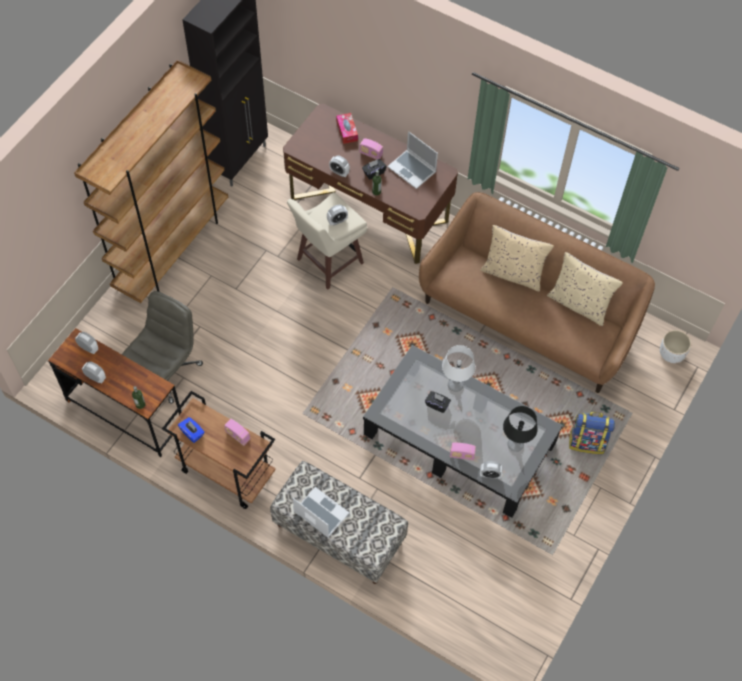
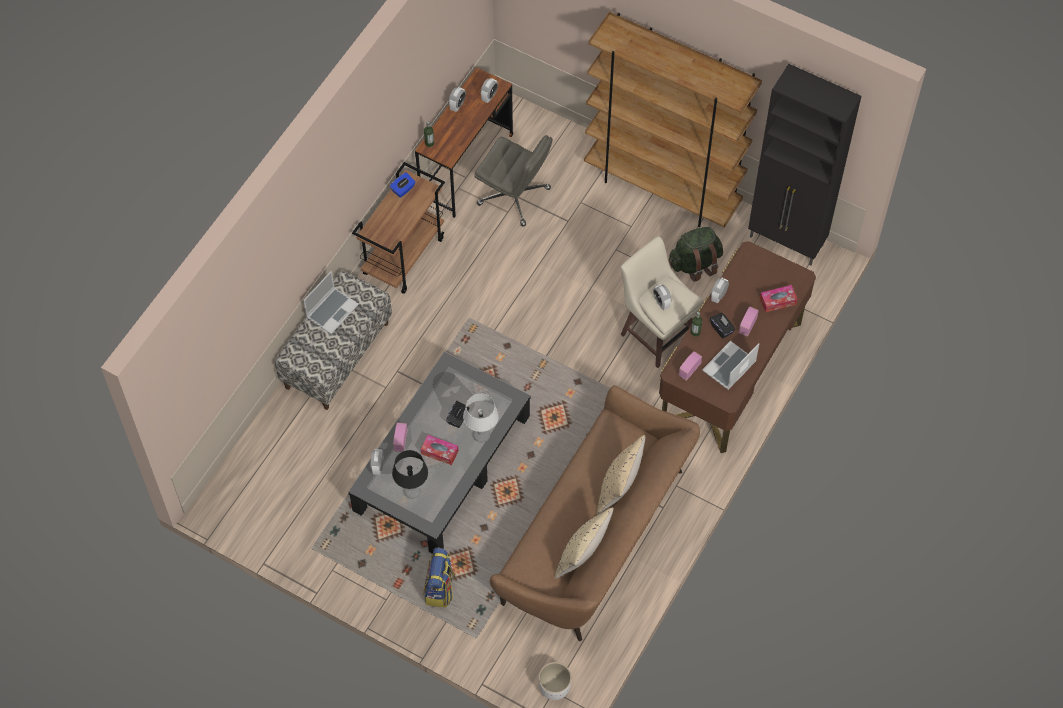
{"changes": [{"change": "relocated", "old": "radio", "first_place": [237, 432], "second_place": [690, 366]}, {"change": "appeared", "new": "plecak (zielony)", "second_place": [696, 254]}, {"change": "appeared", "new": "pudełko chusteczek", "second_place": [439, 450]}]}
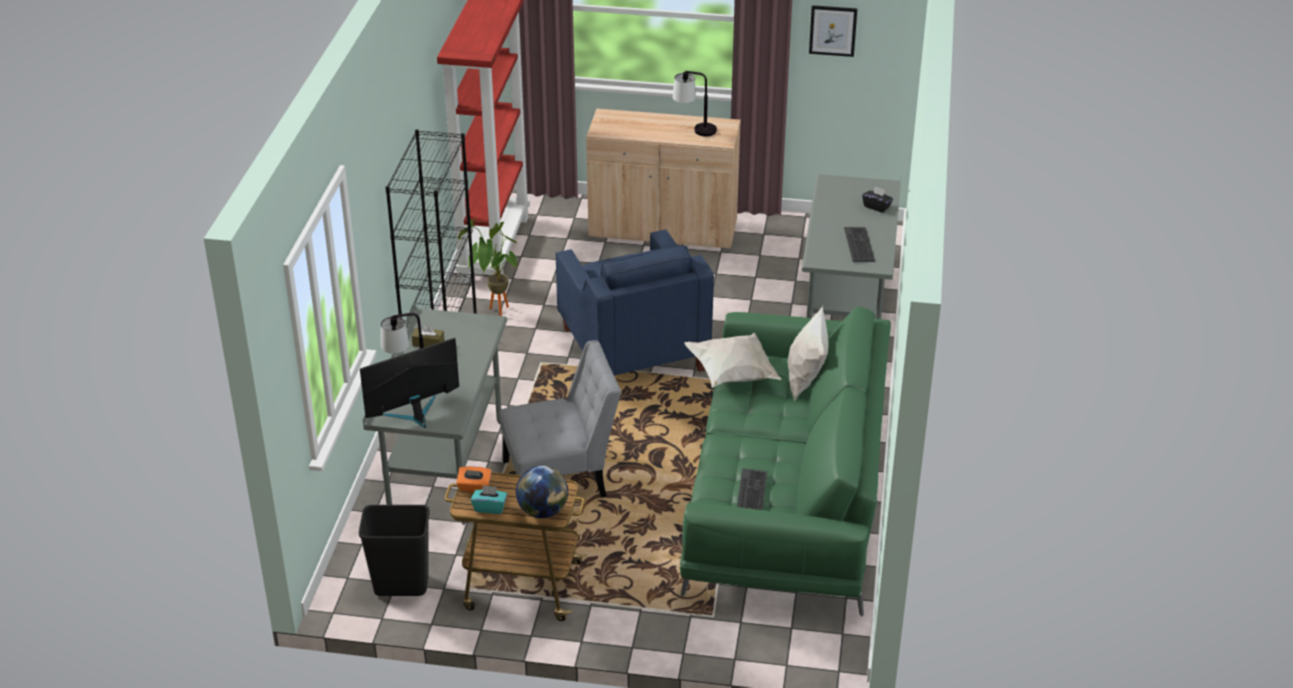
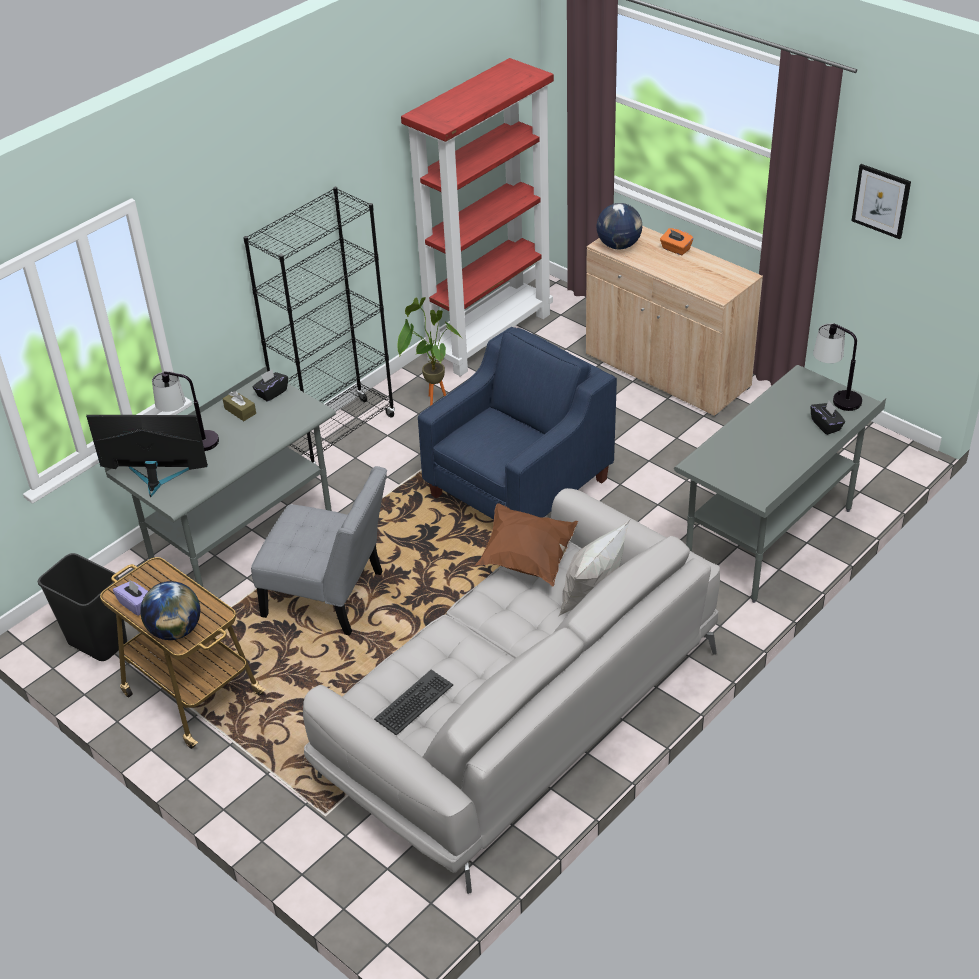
{"changes": [{"change": "relocated", "old": "lampa stołowa", "first_place": [695, 104], "second_place": [837, 367]}, {"change": "missing", "old": "klawiatura", "first_place": [859, 244]}, {"change": "spun", "old": "fotel (niebieski)", "first_place": [635, 302], "second_place": [517, 423], "degrees": -150}, {"change": "colour", "old": "kanapa (zielony)", "new": "kanapa (szary)", "first_place": [785, 462], "second_place": [511, 691]}, {"change": "colour", "old": "poduszka (biały)", "new": "poduszka (brązowy)", "first_place": [733, 360], "second_place": [526, 544]}, {"change": "relocated", "old": "pudełko chusteczek (pomarańczowy)", "first_place": [474, 479], "second_place": [676, 241]}, {"change": "colour", "old": "pudełko chusteczek (turkusowy)", "new": "pudełko chusteczek (fioletowy)", "first_place": [489, 499], "second_place": [130, 598]}, {"change": "appeared", "new": "globus", "second_place": [619, 226]}, {"change": "appeared", "new": "pudełko chusteczek (czarny)", "second_place": [270, 385]}]}
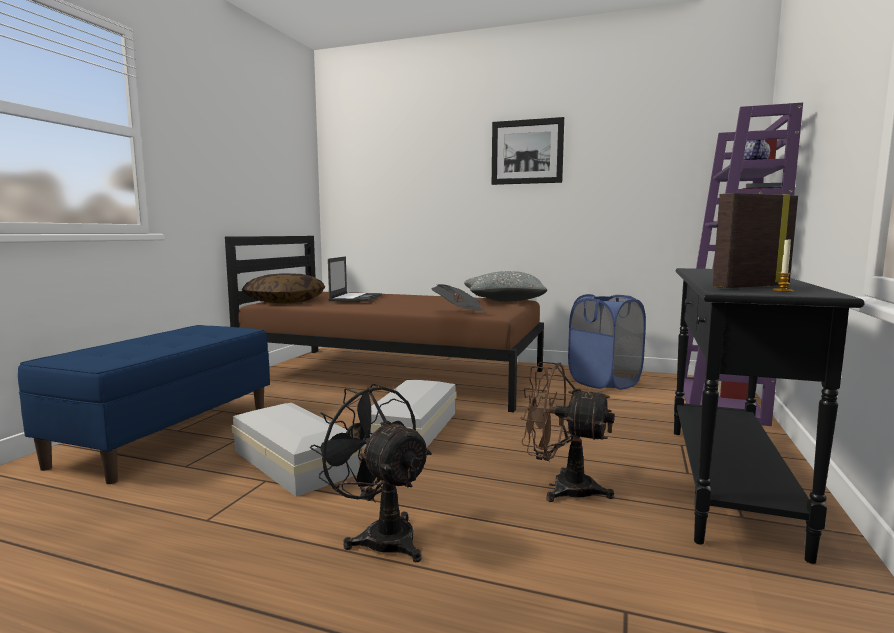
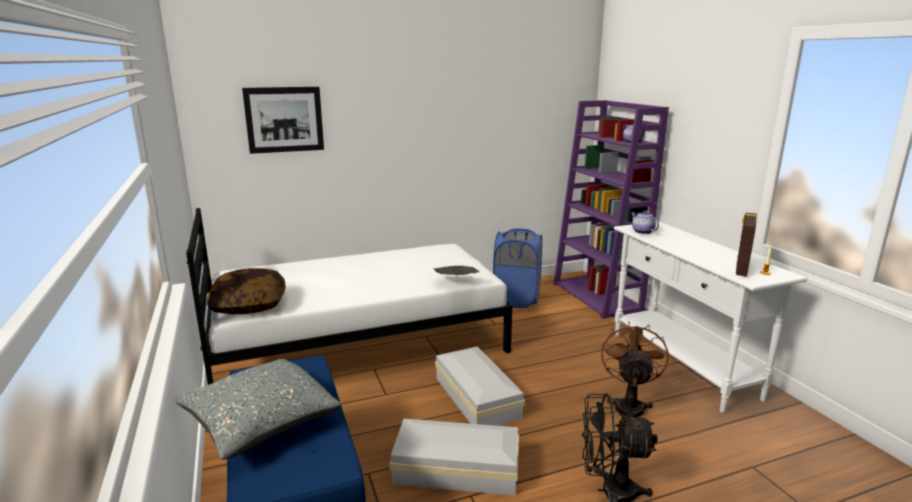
{"changes": [{"change": "relocated", "old": "obraz", "first_place": [528, 151], "second_place": [283, 120]}, {"change": "colour", "old": "łóżko (brązowy)", "new": "łóżko (biały)", "first_place": [384, 324], "second_place": [349, 296]}, {"change": "missing", "old": "laptop", "first_place": [355, 279]}, {"change": "colour", "old": "stolik konsolowy (czarny)", "new": "stolik konsolowy (biały)", "first_place": [769, 416], "second_place": [711, 317]}, {"change": "relocated", "old": "poduszka (szary)", "first_place": [505, 286], "second_place": [258, 409]}, {"change": "spun", "old": "wentylator (brązowy)", "first_place": [567, 432], "second_place": [635, 370], "degrees": 120}, {"change": "appeared", "new": "imbryk", "second_place": [645, 222]}]}
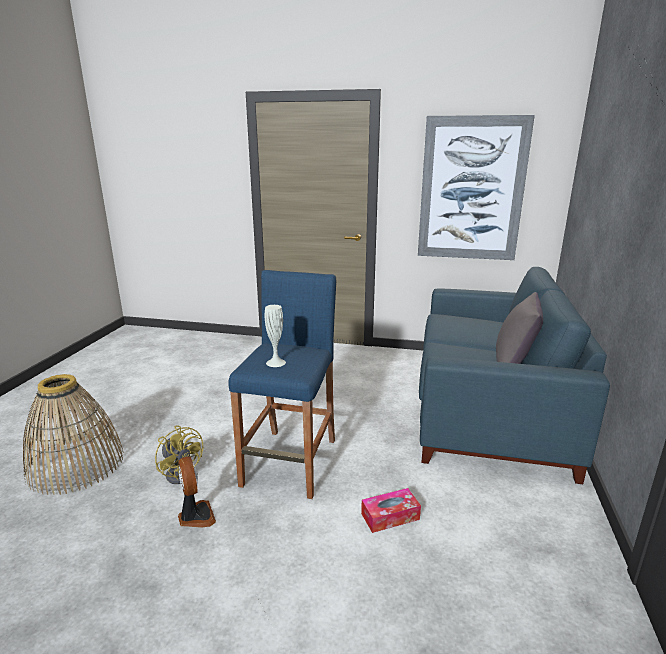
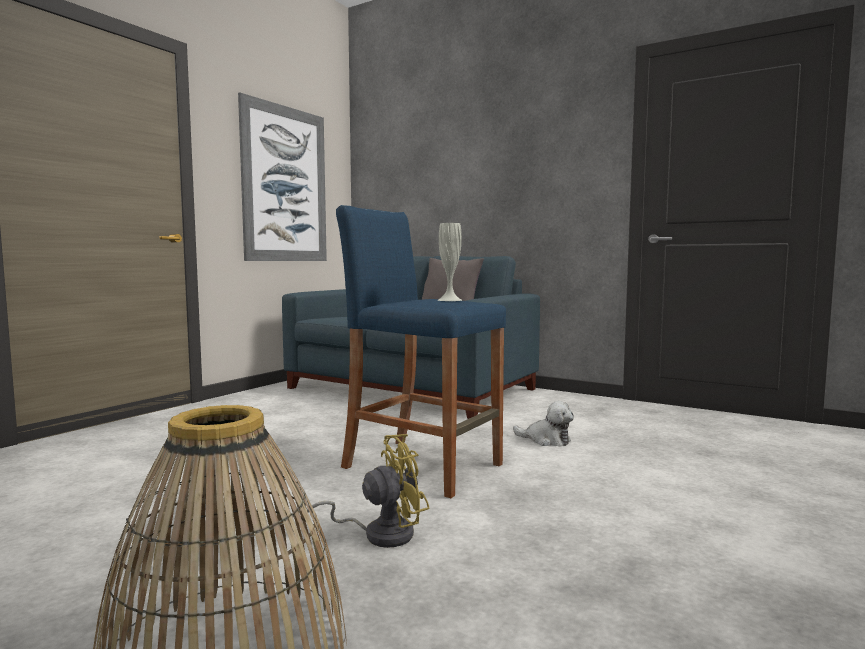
{"changes": [{"change": "missing", "old": "wentylator", "first_place": [197, 491]}, {"change": "exchanged", "old": "pudełko chusteczek", "new": "pluszak", "first_place": [391, 510], "second_place": [543, 424]}]}
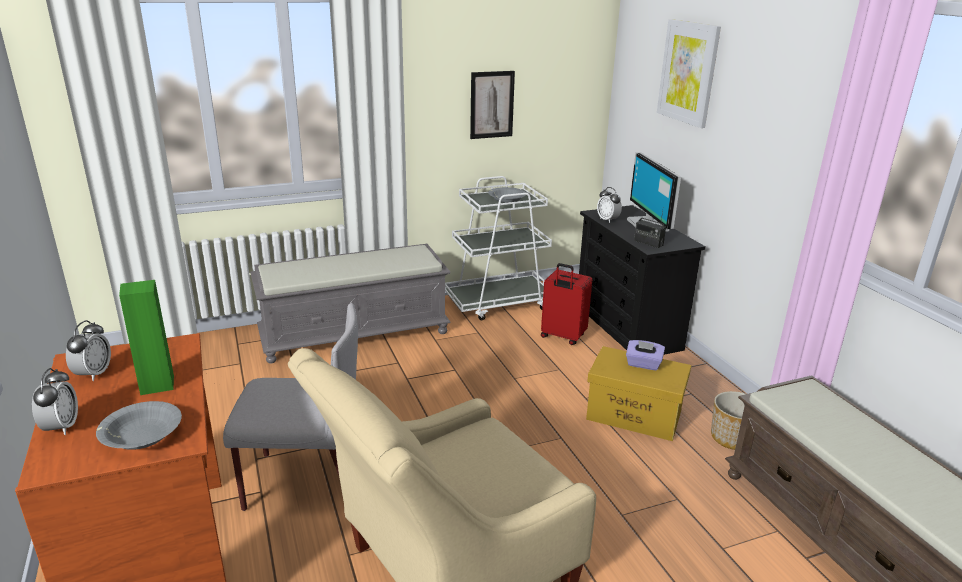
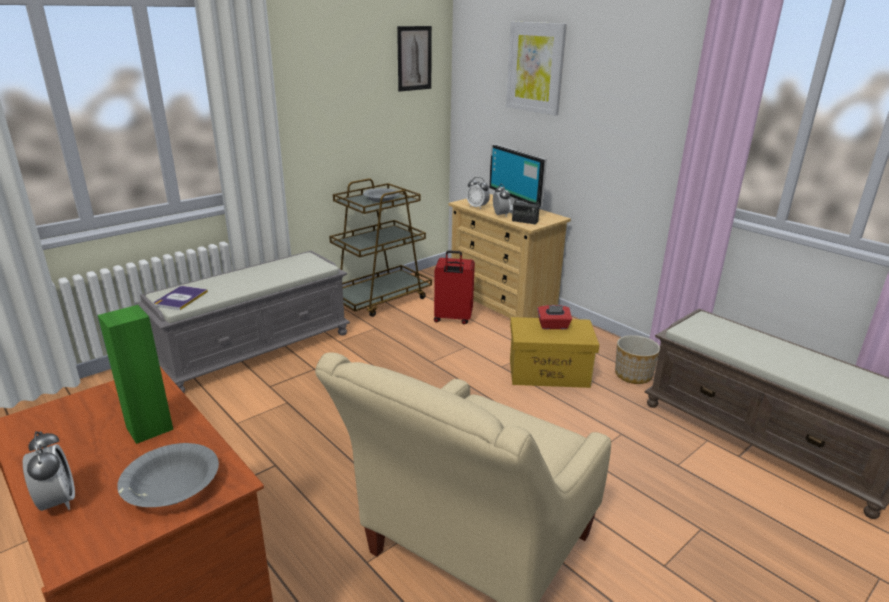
{"changes": [{"change": "relocated", "old": "obraz", "first_place": [492, 105], "second_place": [414, 59]}, {"change": "colour", "old": "wózek (biały)", "new": "wózek (brązowy)", "first_place": [498, 248], "second_place": [380, 248]}, {"change": "colour", "old": "komoda (czarny)", "new": "komoda (beżowy)", "first_place": [642, 280], "second_place": [509, 256]}, {"change": "missing", "old": "krzesło (szary)", "first_place": [290, 407]}, {"change": "relocated", "old": "budzik", "first_place": [88, 350], "second_place": [501, 200]}, {"change": "colour", "old": "pudełko chusteczek (fioletowy)", "new": "pudełko chusteczek (czerwony)", "first_place": [645, 355], "second_place": [555, 317]}, {"change": "appeared", "new": "książka", "second_place": [181, 298]}]}
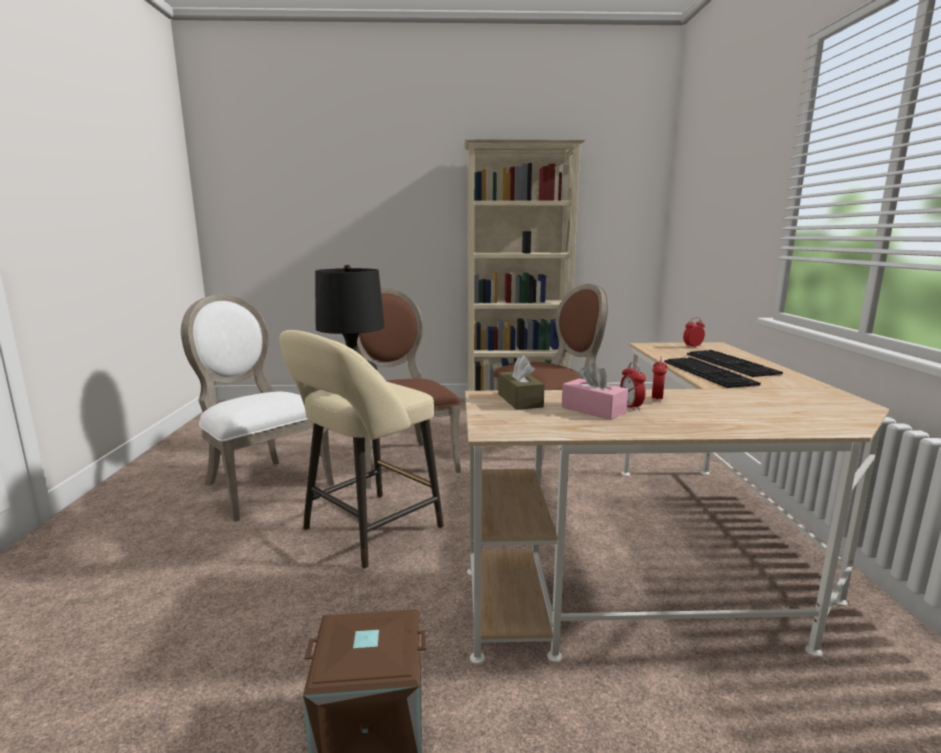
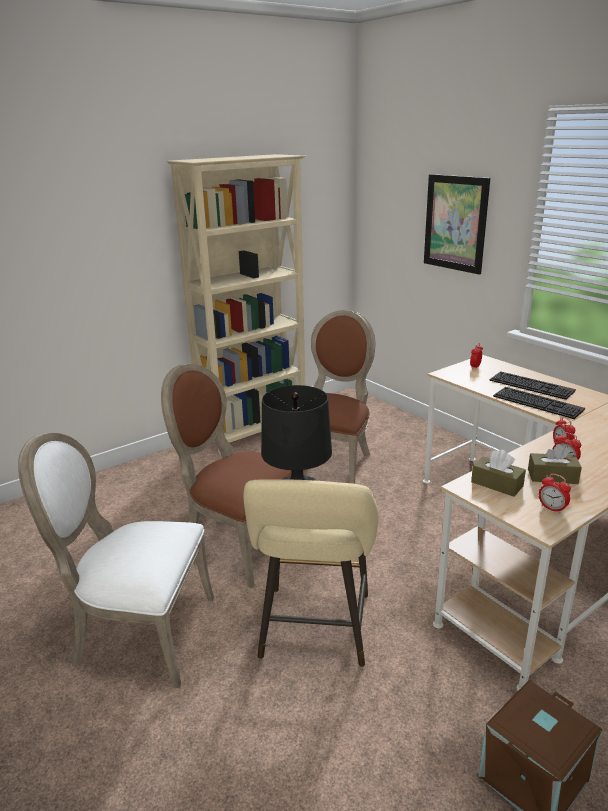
{"changes": [{"change": "colour", "old": "pudełko chusteczek (różowy)", "new": "pudełko chusteczek (brązowy)", "first_place": [595, 391], "second_place": [555, 464]}, {"change": "appeared", "new": "obraz", "second_place": [457, 224]}, {"change": "appeared", "new": "budzik", "second_place": [555, 494]}]}
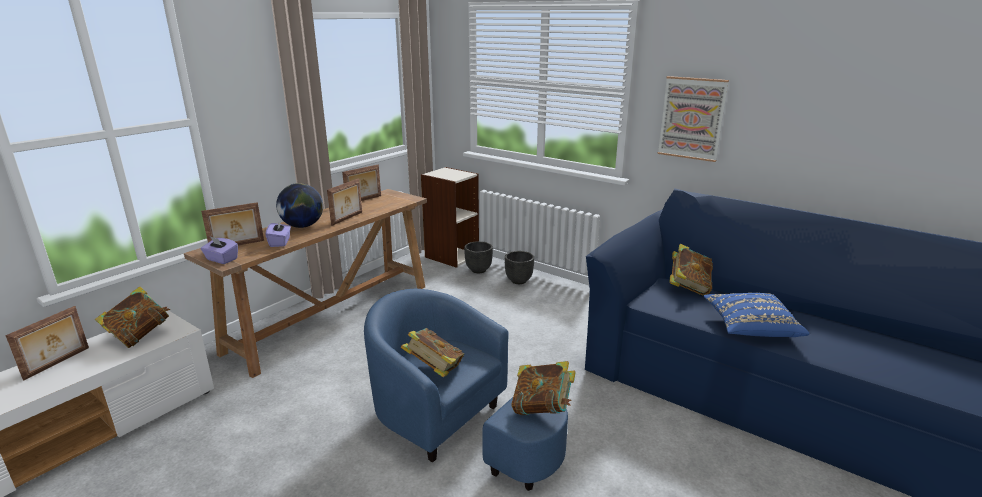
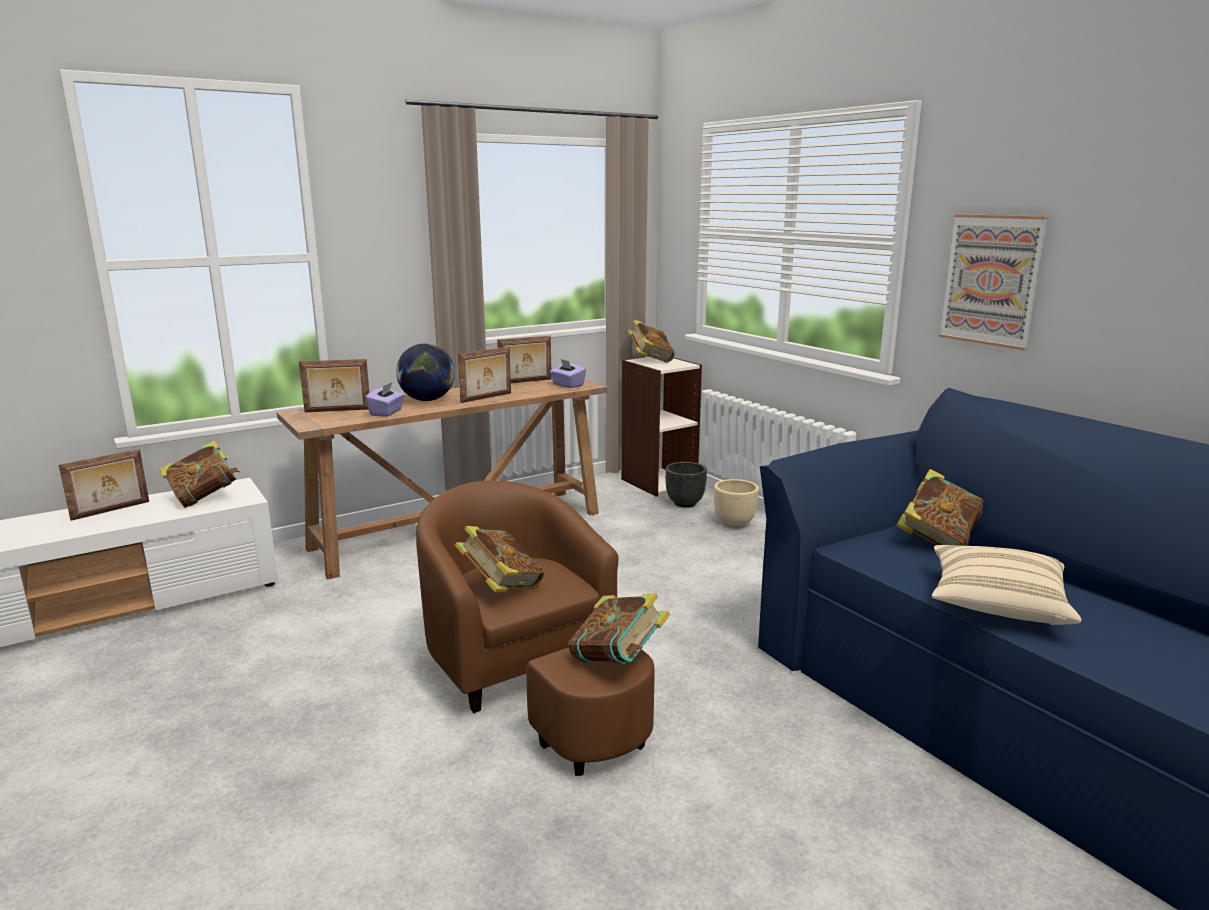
{"changes": [{"change": "relocated", "old": "pudełko chusteczek (fioletowy)", "first_place": [219, 250], "second_place": [568, 373]}, {"change": "colour", "old": "donica (czarny)", "new": "donica (beżowy)", "first_place": [519, 267], "second_place": [736, 503]}, {"change": "colour", "old": "fotel (niebieski)", "new": "fotel (brązowy)", "first_place": [466, 390], "second_place": [535, 628]}, {"change": "colour", "old": "poduszka (niebieski)", "new": "poduszka (beżowy)", "first_place": [756, 315], "second_place": [1007, 585]}, {"change": "appeared", "new": "książka", "second_place": [651, 341]}]}
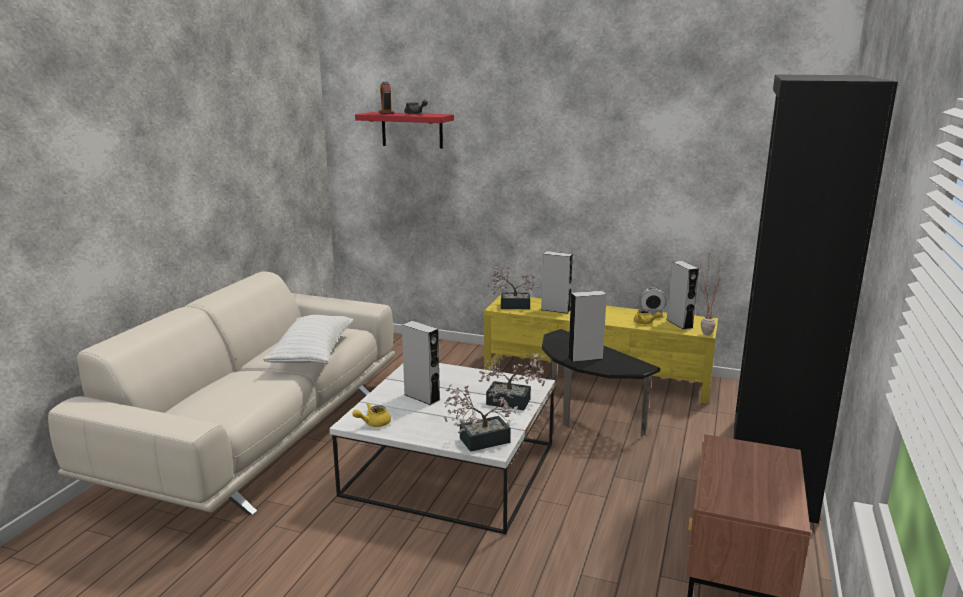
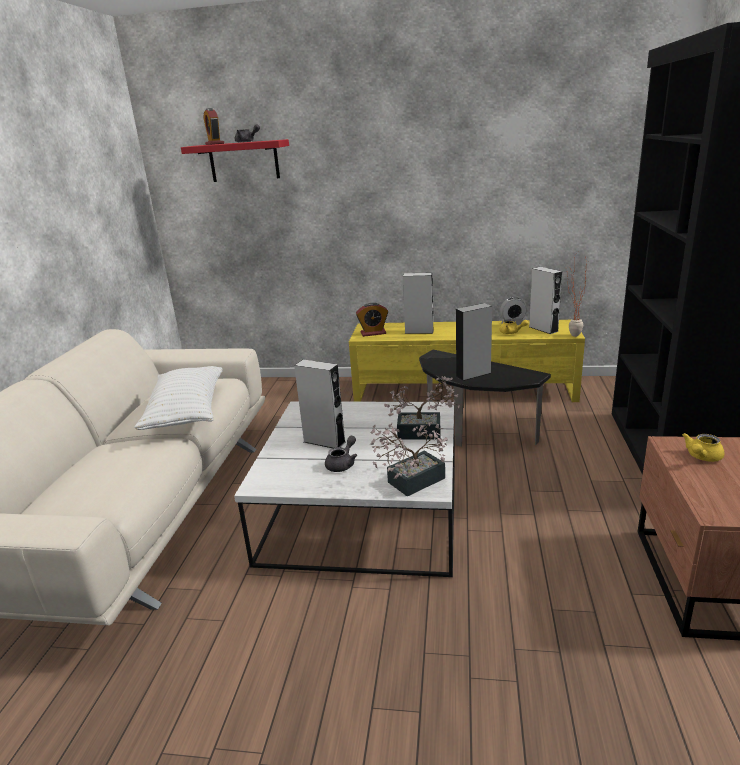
{"changes": [{"change": "exchanged", "old": "roślina doniczkowa", "new": "budzik", "first_place": [513, 286], "second_place": [372, 320]}, {"change": "relocated", "old": "imbryk (żółty)", "first_place": [371, 415], "second_place": [703, 447]}, {"change": "appeared", "new": "imbryk (szary)", "second_place": [341, 454]}]}
